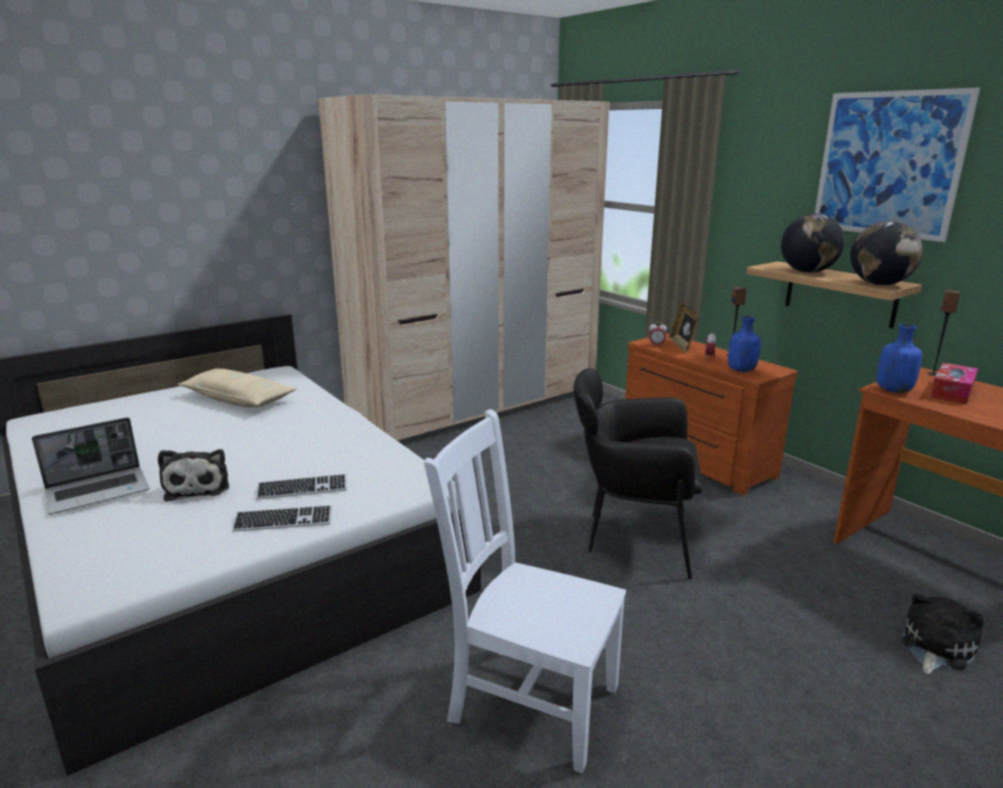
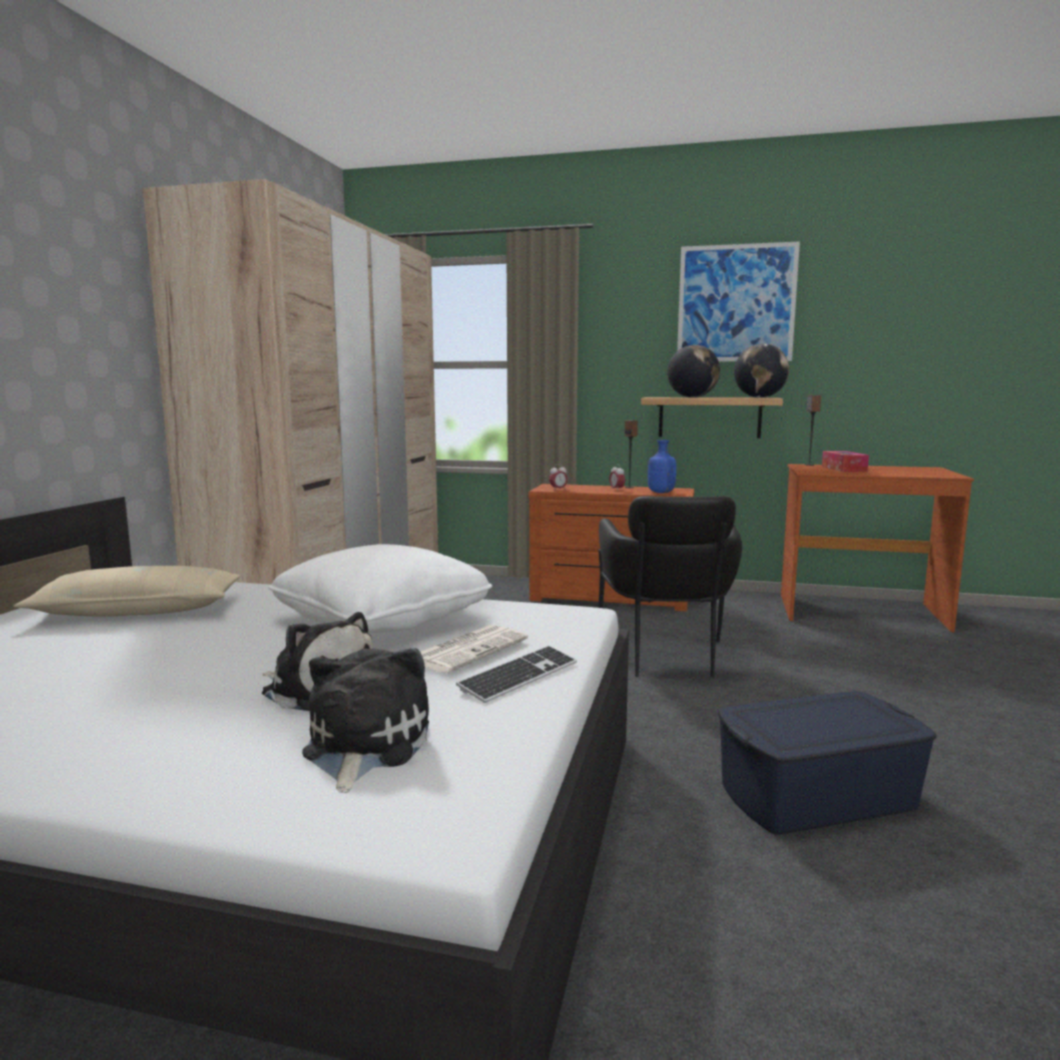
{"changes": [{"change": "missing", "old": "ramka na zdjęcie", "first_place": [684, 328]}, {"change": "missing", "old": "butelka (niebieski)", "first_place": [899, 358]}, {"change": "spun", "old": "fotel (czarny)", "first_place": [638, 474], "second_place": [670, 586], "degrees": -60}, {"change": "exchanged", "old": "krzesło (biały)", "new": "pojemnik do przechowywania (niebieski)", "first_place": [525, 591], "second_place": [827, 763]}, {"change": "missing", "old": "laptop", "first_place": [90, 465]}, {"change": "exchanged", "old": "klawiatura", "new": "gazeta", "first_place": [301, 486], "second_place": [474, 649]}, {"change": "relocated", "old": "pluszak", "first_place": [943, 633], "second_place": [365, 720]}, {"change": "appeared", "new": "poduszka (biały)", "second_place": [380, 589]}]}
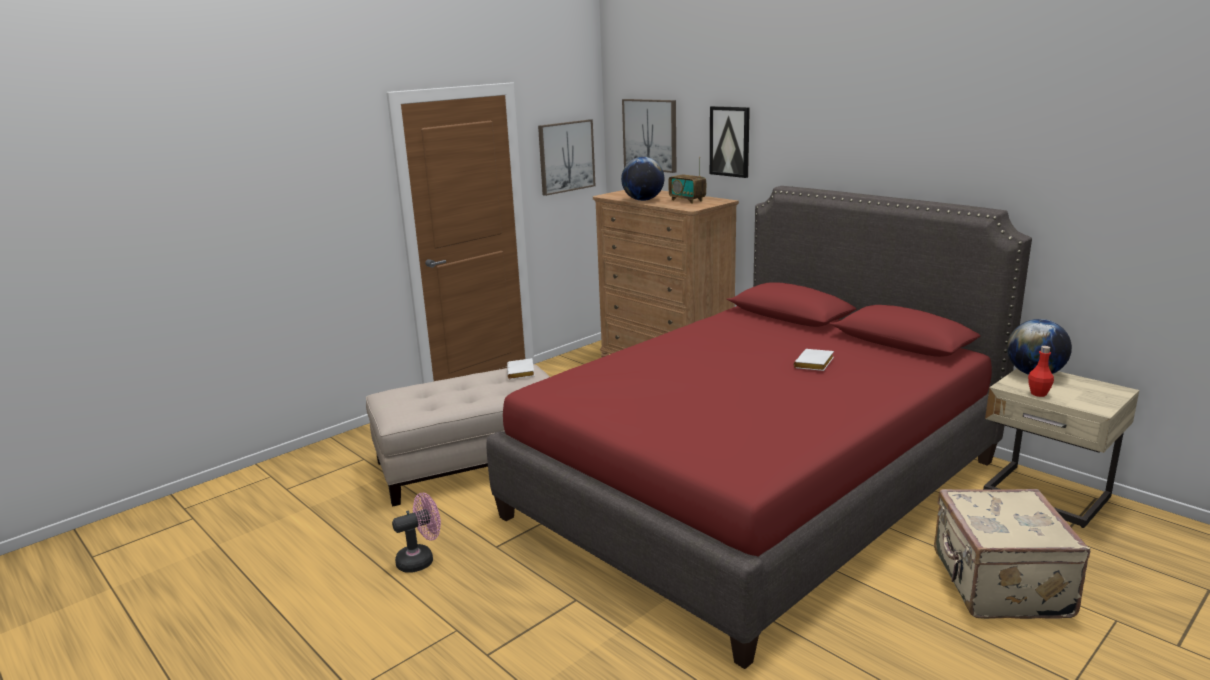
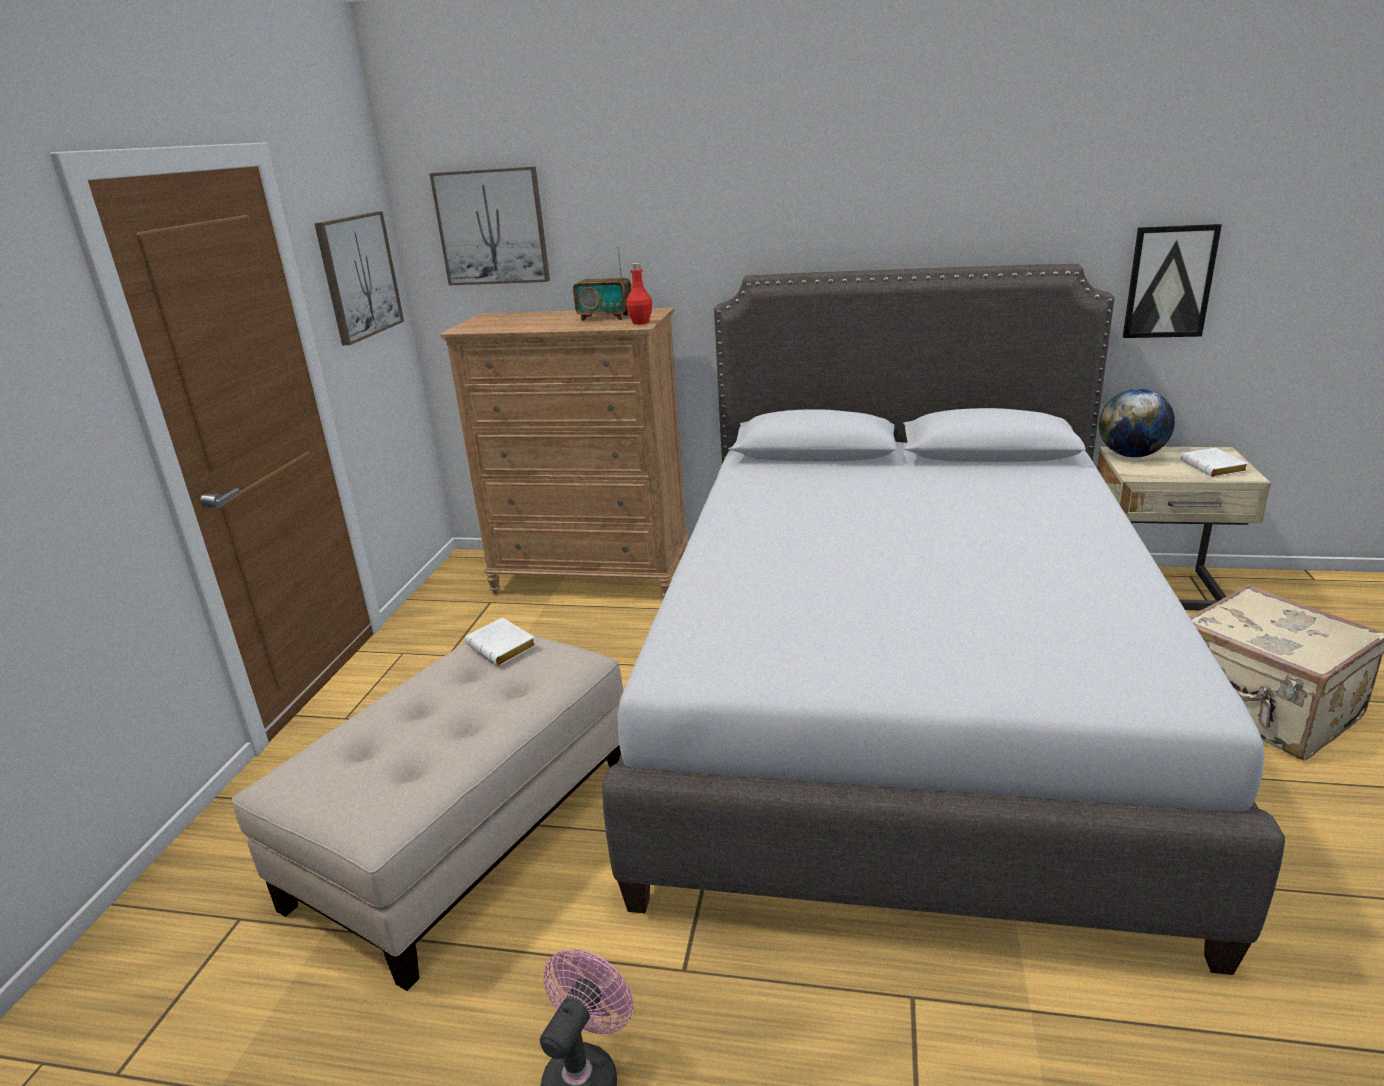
{"changes": [{"change": "relocated", "old": "obraz", "first_place": [730, 142], "second_place": [1172, 281]}, {"change": "missing", "old": "globus", "first_place": [642, 179]}, {"change": "colour", "old": "łóżko (czerwony)", "new": "łóżko (szary)", "first_place": [759, 427], "second_place": [943, 619]}, {"change": "relocated", "old": "butelka (czerwony)", "first_place": [1041, 371], "second_place": [639, 294]}, {"change": "relocated", "old": "książka (biały)", "first_place": [814, 360], "second_place": [1215, 462]}]}
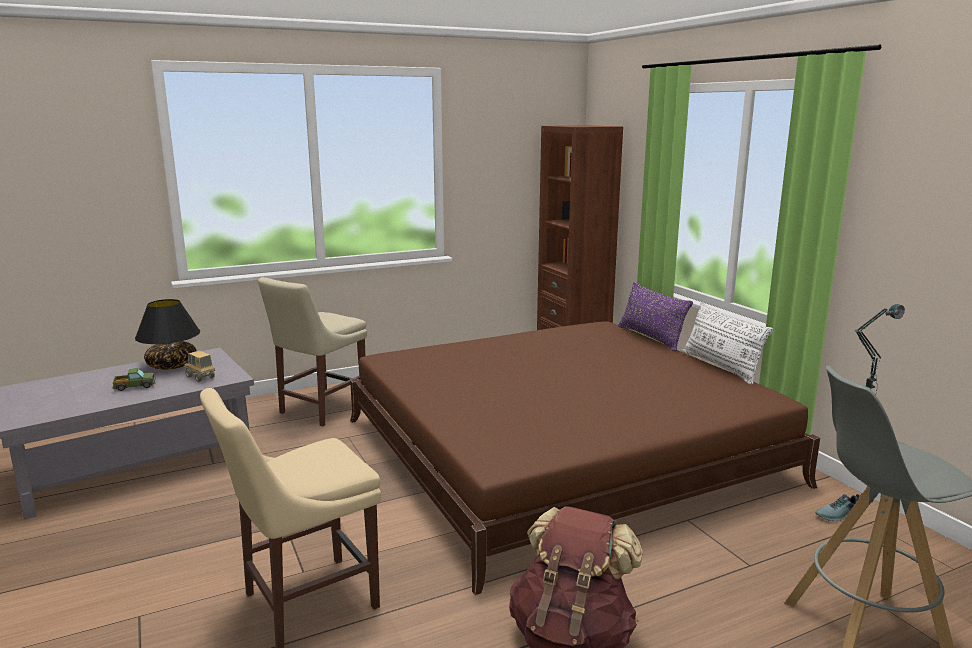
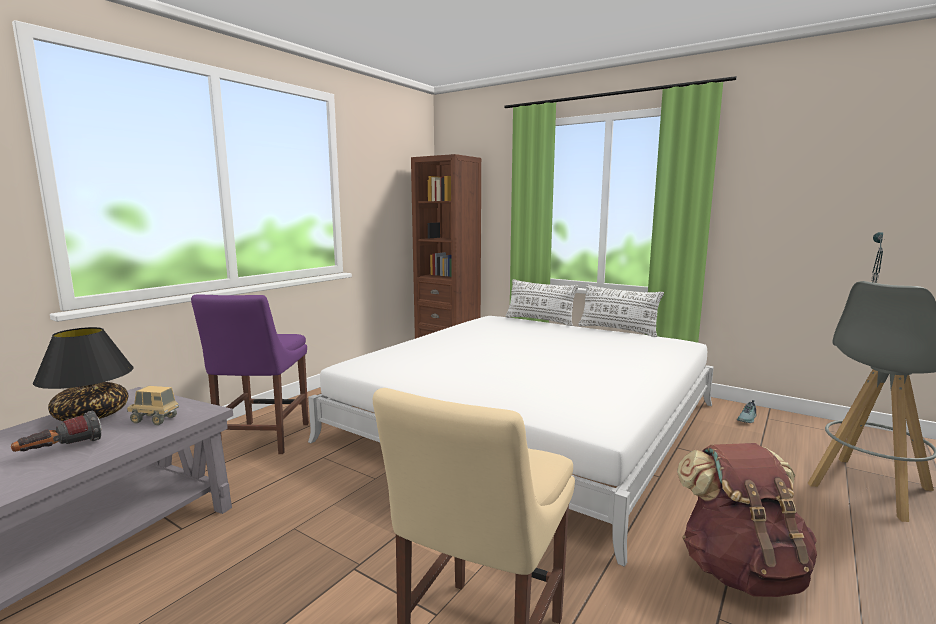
{"changes": [{"change": "colour", "old": "krzesło (beżowy)", "new": "krzesło (fioletowy)", "first_place": [312, 352], "second_place": [250, 374]}, {"change": "colour", "old": "poduszka (fioletowy)", "new": "poduszka (biały)", "first_place": [655, 316], "second_place": [542, 302]}, {"change": "colour", "old": "łóżko (brązowy)", "new": "łóżko (biały)", "first_place": [585, 458], "second_place": [511, 441]}, {"change": "exchanged", "old": "ciężarówka zabawkowa", "new": "latarka", "first_place": [134, 379], "second_place": [56, 431]}]}
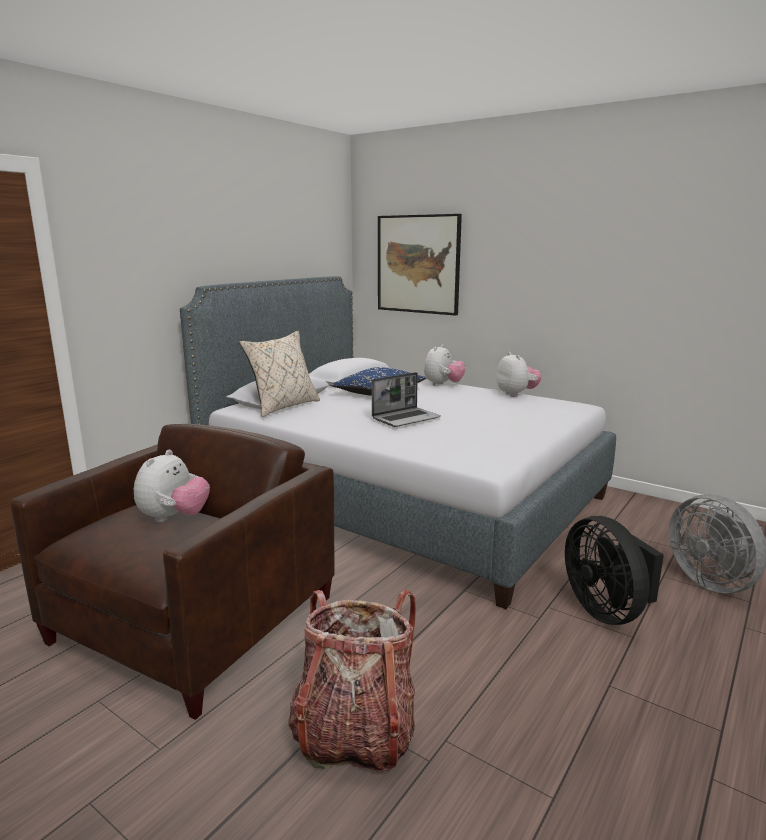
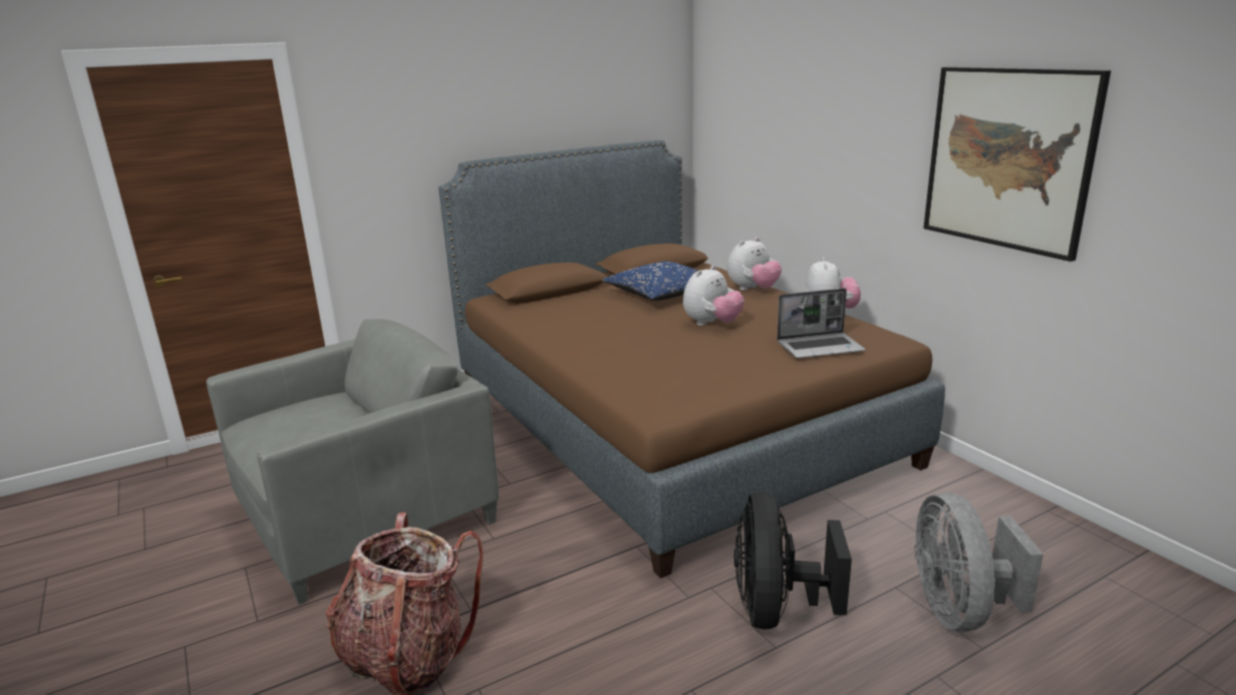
{"changes": [{"change": "relocated", "old": "obraz", "first_place": [420, 265], "second_place": [1017, 164]}, {"change": "colour", "old": "łóżko (szary)", "new": "łóżko (brązowy)", "first_place": [398, 442], "second_place": [692, 359]}, {"change": "missing", "old": "poduszka (beżowy)", "first_place": [279, 374]}, {"change": "relocated", "old": "laptop", "first_place": [406, 399], "second_place": [821, 323]}, {"change": "colour", "old": "fotel (brązowy)", "new": "fotel (szary)", "first_place": [172, 572], "second_place": [352, 462]}, {"change": "relocated", "old": "pluszak", "first_place": [172, 486], "second_place": [713, 295]}]}
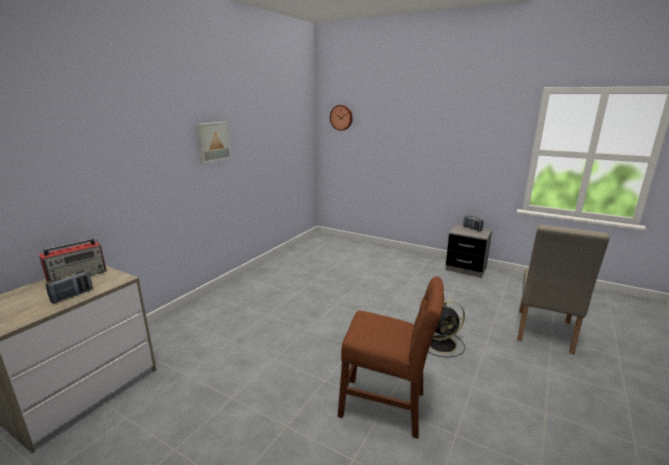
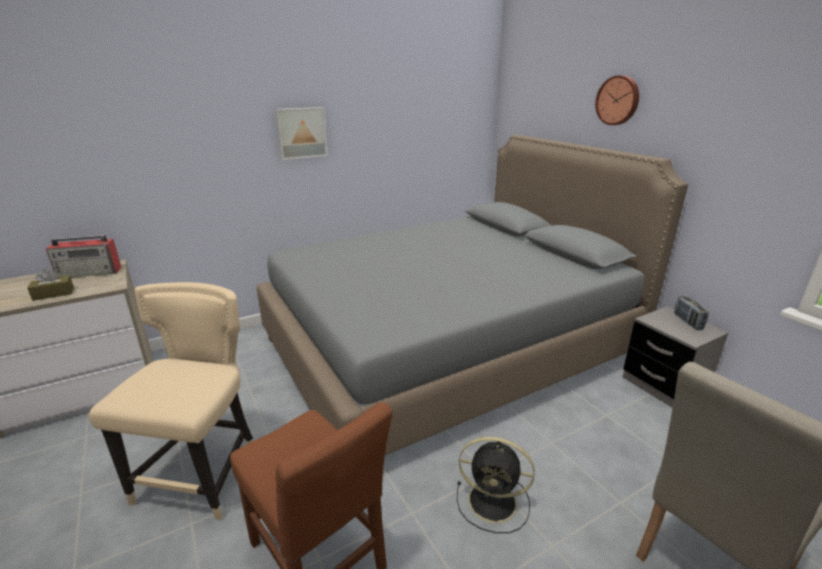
{"changes": [{"change": "relocated", "old": "zegar ścienny", "first_place": [341, 118], "second_place": [617, 100]}, {"change": "exchanged", "old": "radio", "new": "pudełko chusteczek (brązowy)", "first_place": [69, 286], "second_place": [50, 285]}, {"change": "appeared", "new": "łóżko (szary)", "second_place": [472, 295]}, {"change": "appeared", "new": "krzesło (beżowy)", "second_place": [171, 401]}]}
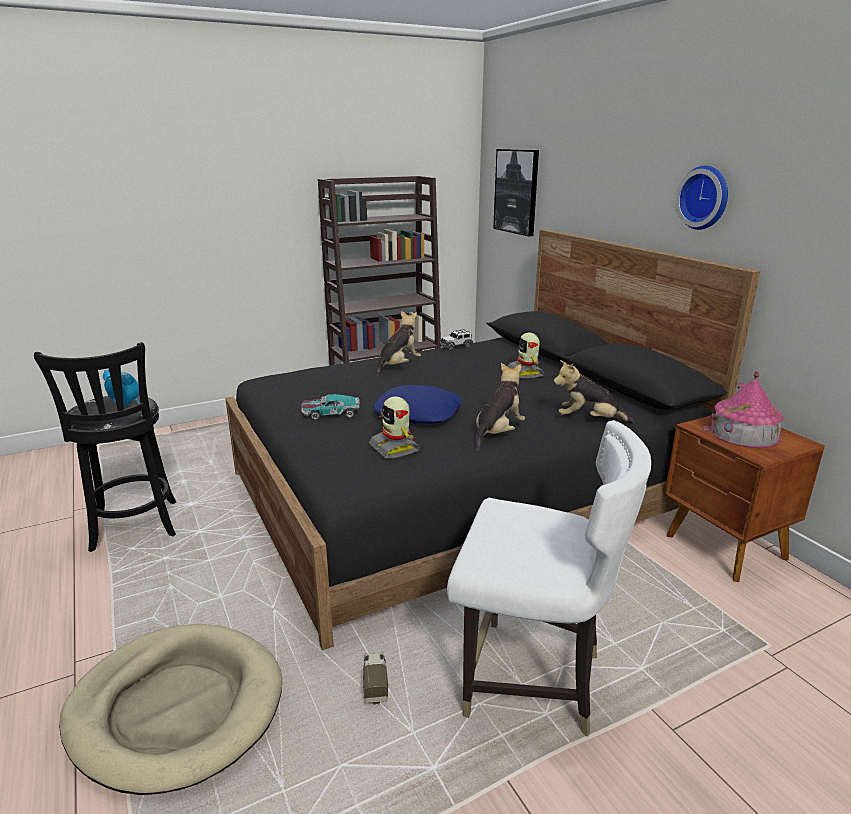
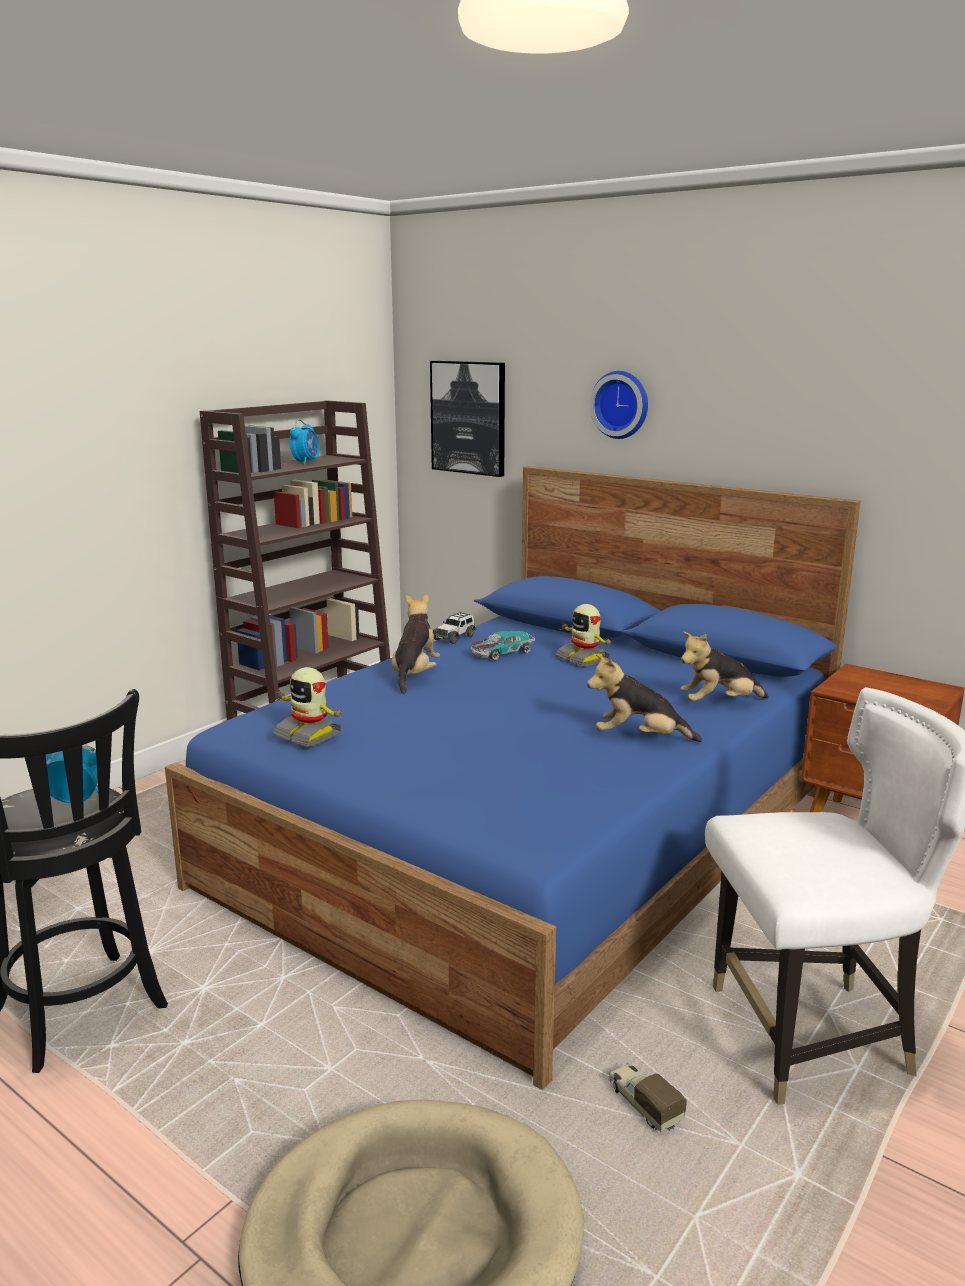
{"changes": [{"change": "relocated", "old": "zegar ścienny", "first_place": [701, 197], "second_place": [619, 405]}, {"change": "colour", "old": "łóżko (czarny)", "new": "łóżko (niebieski)", "first_place": [492, 439], "second_place": [513, 778]}, {"change": "spun", "old": "pluszak", "first_place": [500, 407], "second_place": [644, 698], "degrees": -90}, {"change": "missing", "old": "domek", "first_place": [743, 409]}, {"change": "missing", "old": "poduszka (niebieski)", "first_place": [417, 404]}, {"change": "relocated", "old": "samochodzik", "first_place": [330, 407], "second_place": [503, 645]}, {"change": "relocated", "old": "robot zabawkowy", "first_place": [394, 427], "second_place": [308, 707]}, {"change": "appeared", "new": "budzik", "second_place": [305, 442]}]}
